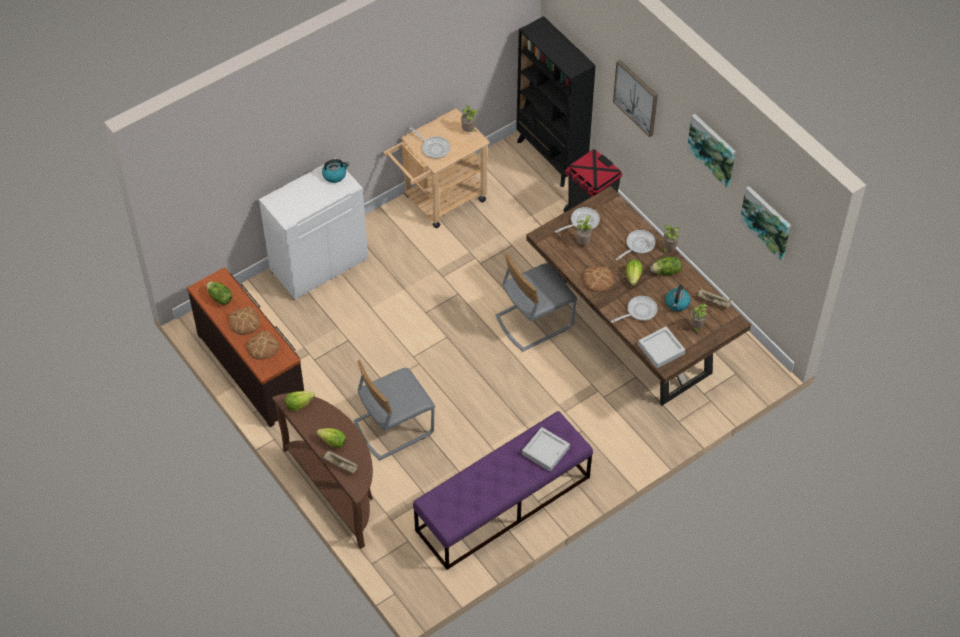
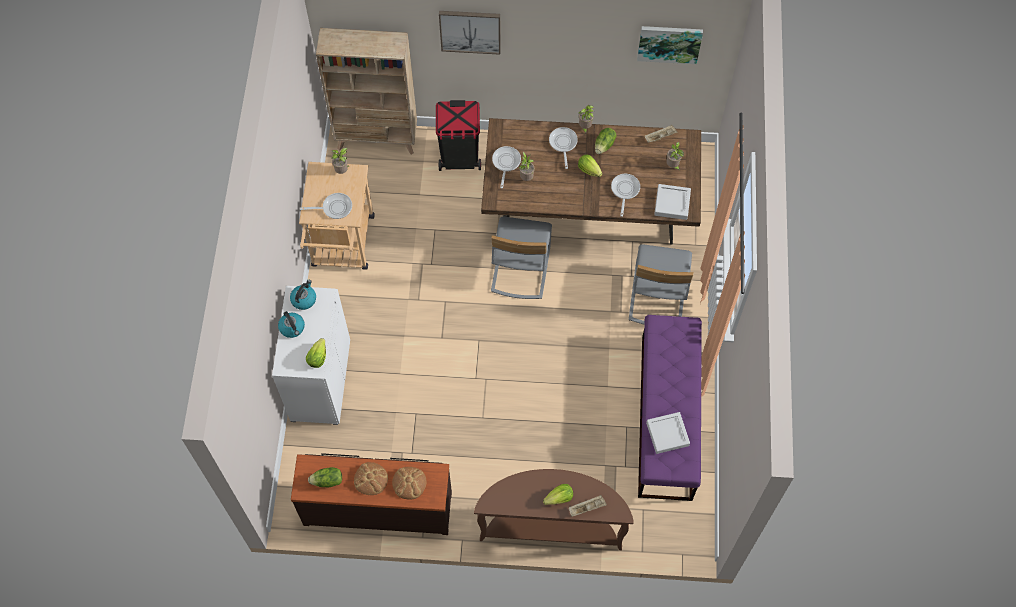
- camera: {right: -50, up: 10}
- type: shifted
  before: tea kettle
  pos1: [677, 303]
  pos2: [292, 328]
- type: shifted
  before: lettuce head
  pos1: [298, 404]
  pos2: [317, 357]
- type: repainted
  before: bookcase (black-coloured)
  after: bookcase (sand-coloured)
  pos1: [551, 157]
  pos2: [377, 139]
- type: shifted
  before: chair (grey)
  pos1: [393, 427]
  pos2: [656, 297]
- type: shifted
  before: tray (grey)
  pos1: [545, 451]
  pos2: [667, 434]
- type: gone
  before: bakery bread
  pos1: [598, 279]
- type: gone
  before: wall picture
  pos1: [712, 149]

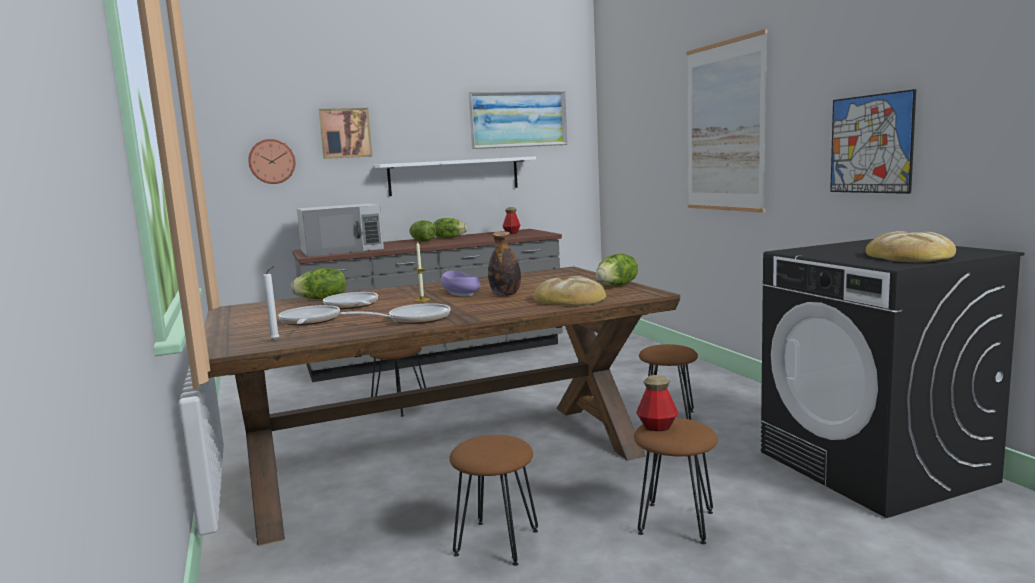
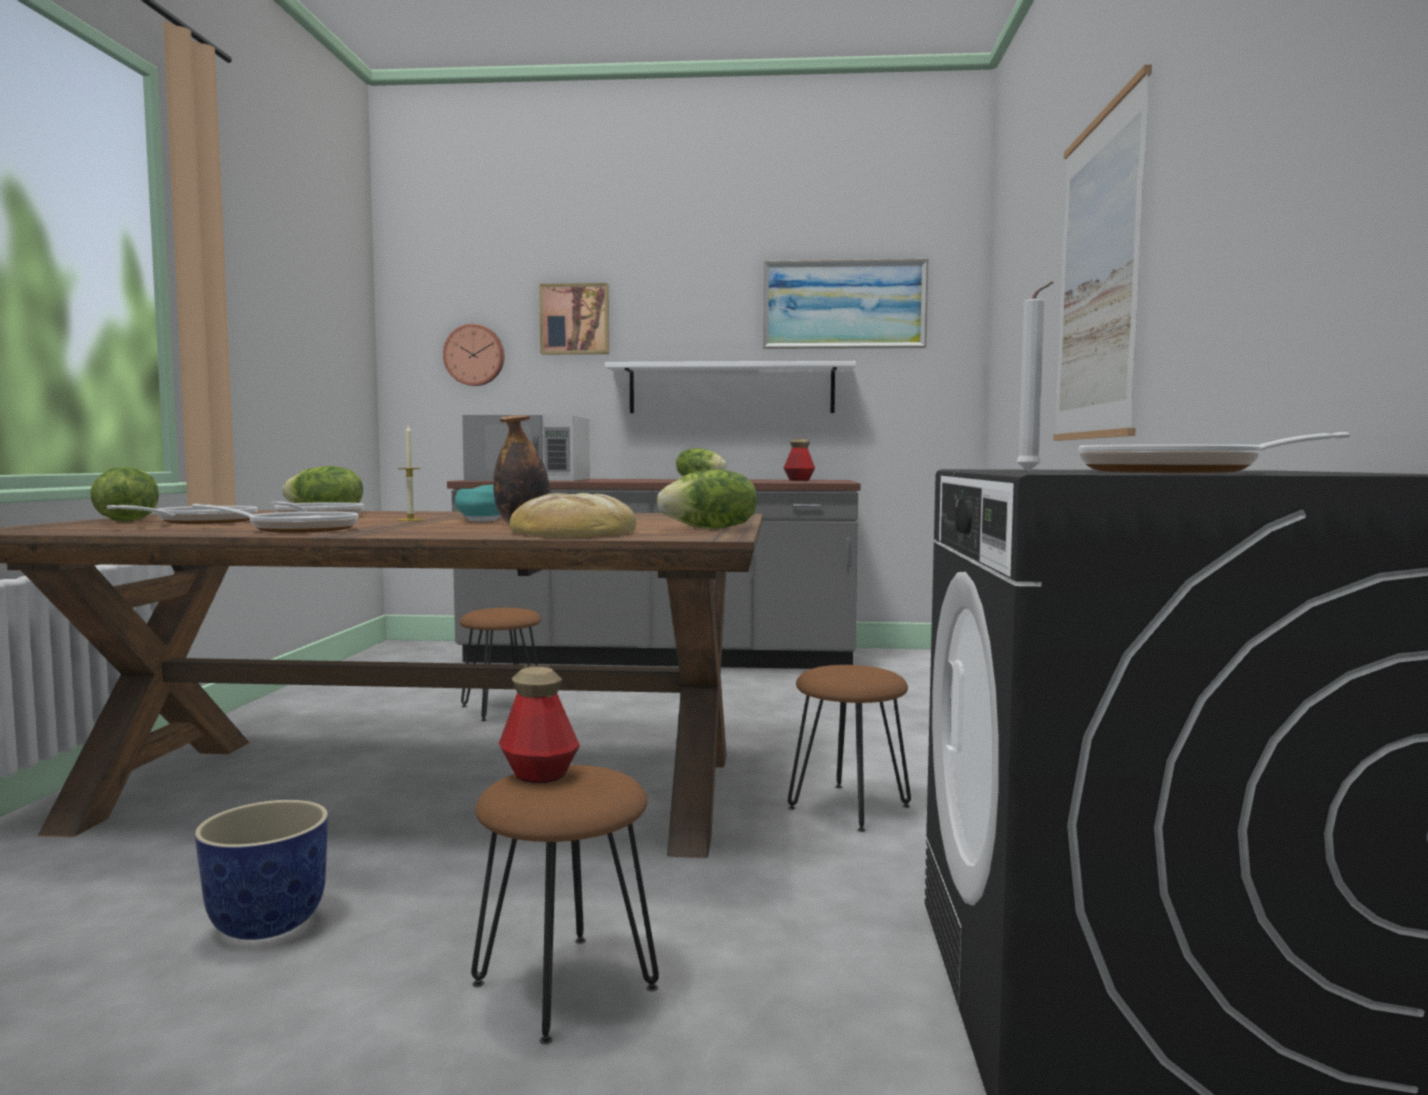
- camera: {right: 25, up: -5}
- type: shifted
  before: lettuce head
  pos1: [422, 241]
  pos2: [127, 521]
- type: swapped
  before: sitting stool (brown)
  after: flower pot
  pos1: [496, 543]
  pos2: [265, 925]
- type: repainted
  before: bowl (purple)
  after: bowl (blue-green)
  pos1: [460, 293]
  pos2: [482, 519]
- type: shifted
  before: candle (white)
  pos1: [276, 340]
  pos2: [1032, 472]
- type: swapped
  before: bakery bread
  after: pan
  pos1: [910, 256]
  pos2: [1182, 472]
- type: gone
  before: wall picture
  pos1: [871, 144]

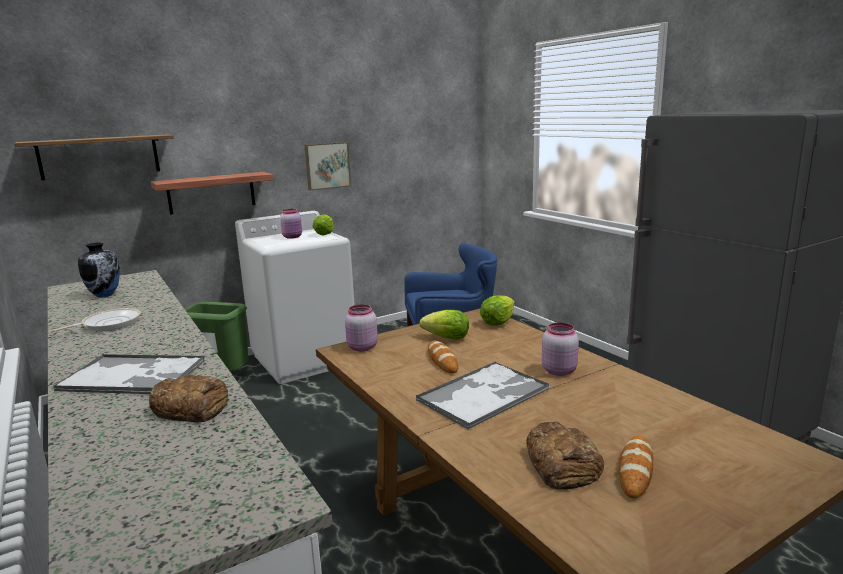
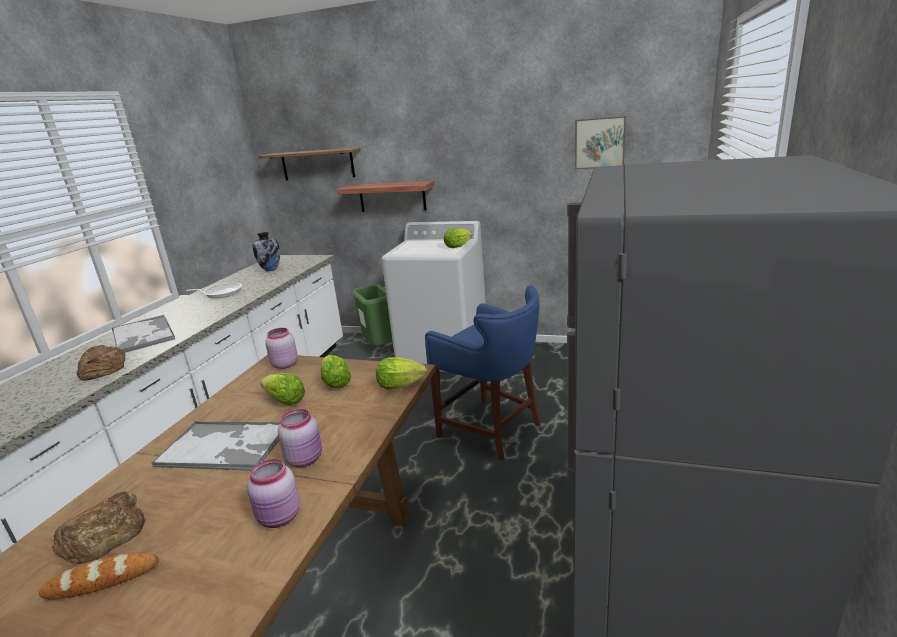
- camera: {right: 50, up: 5}
- type: shifted
  before: preserve jar (pink-coloured)
  pos1: [293, 237]
  pos2: [280, 517]
- type: swapped
  before: bakery bread
  after: lettuce head
  pos1: [442, 360]
  pos2: [285, 401]
- type: shifted
  before: wall picture
  pos1: [327, 165]
  pos2: [599, 143]

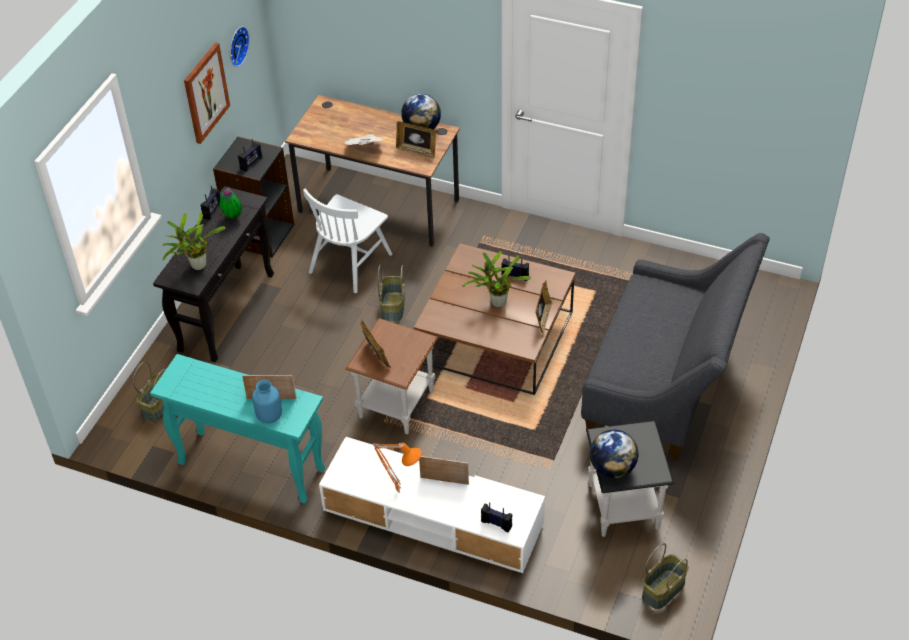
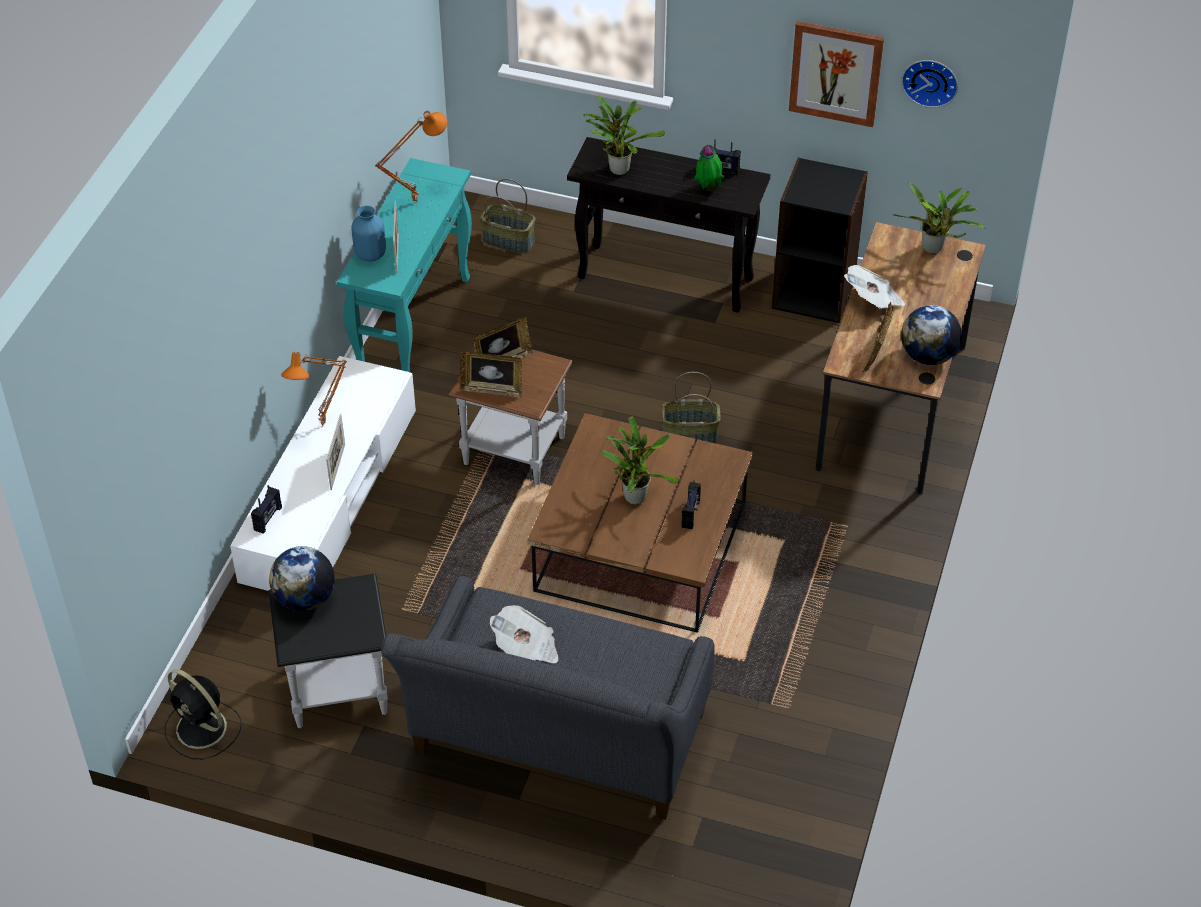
- camera: {right: 85, up: 0}
- type: swapped
  before: basket
  after: electric fan (black-coloured)
  pos1: [663, 589]
  pos2: [203, 729]
- type: new
  after: table lamp (orange-coloured)
  pos2: [415, 201]
- type: shifted
  before: photo frame
  pos1: [543, 319]
  pos2: [492, 390]
- type: new
  after: printed paper
  pos2: [526, 649]
- type: new
  after: potted plant
  pos2: [934, 250]
- type: gone
  before: radio receiver
  pos1: [251, 163]
- type: gone
  before: chair (white)
  pos1: [350, 263]

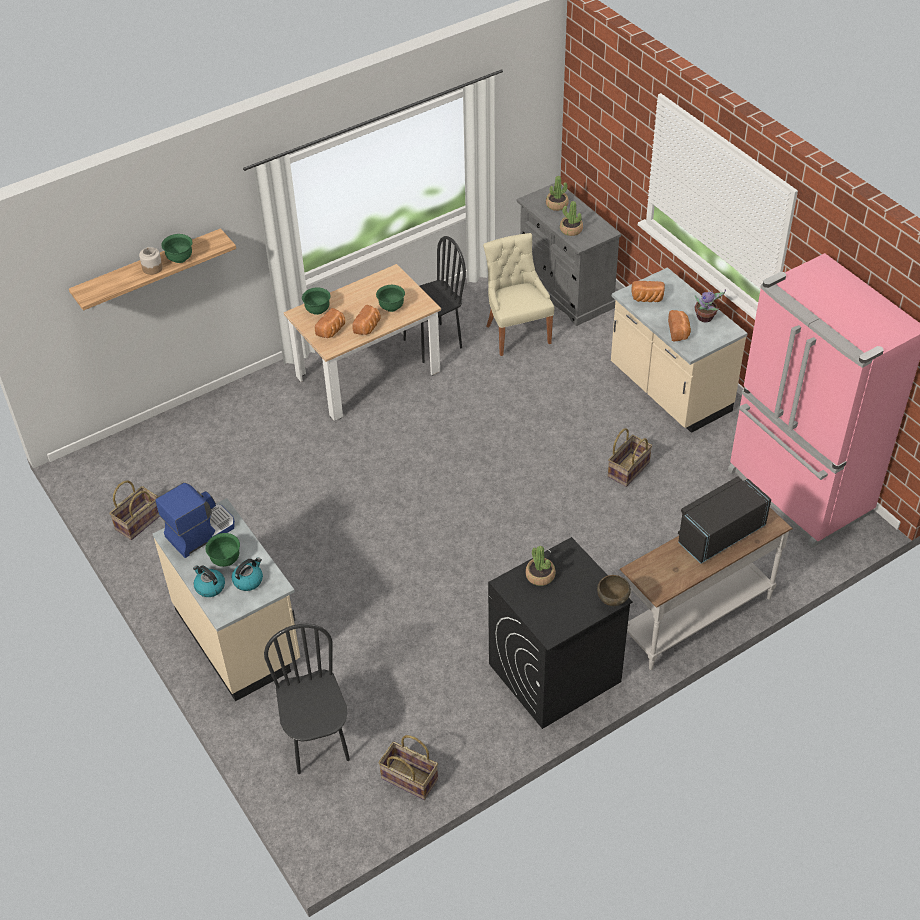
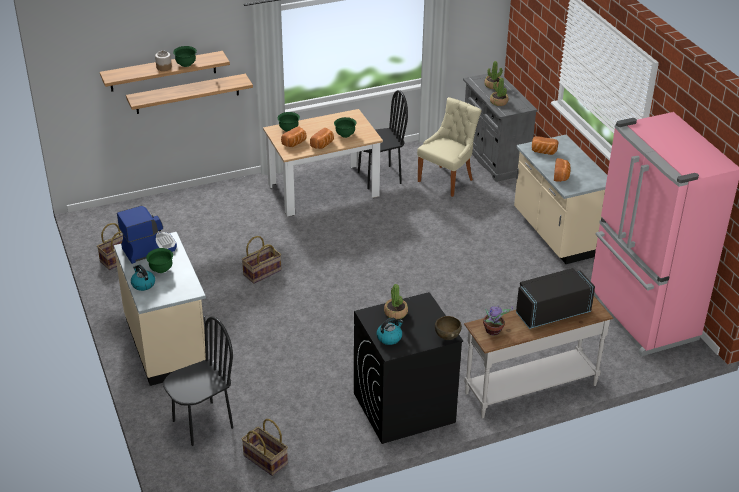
- camera: {right: 10, up: -10}
- type: new
  after: shelf
  pos2: [187, 94]
- type: rotated
  before: chair (black-coloured)
  pos1: [317, 743]
  pos2: [202, 424]
  turn: 60
- type: shifted
  before: basket
  pos1: [628, 469]
  pos2: [262, 272]
- type: shifted
  before: tea kettle
  pos1: [248, 580]
  pos2: [389, 337]
- type: rotated
  before: chair (sand-coloured)
  pos1: [516, 333]
  pos2: [447, 180]
  turn: 45
- type: shifted
  before: potted plant
  pos1: [705, 318]
  pos2: [493, 331]

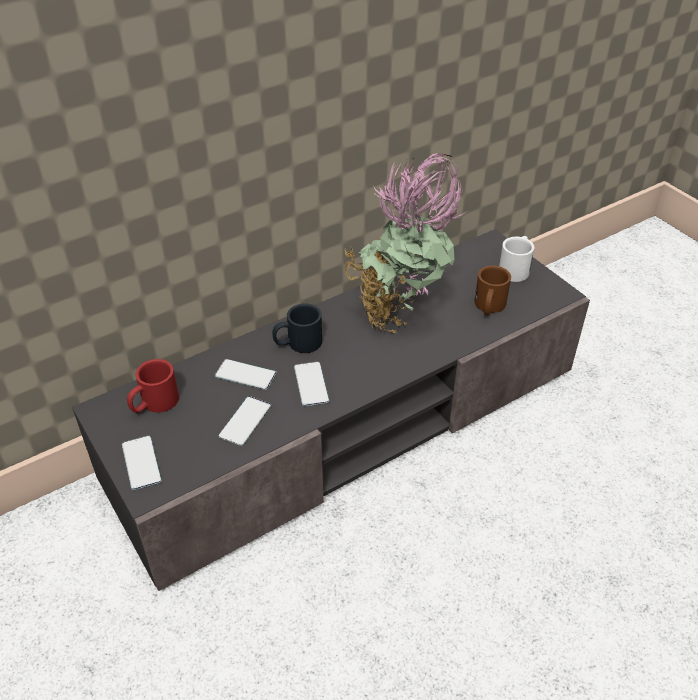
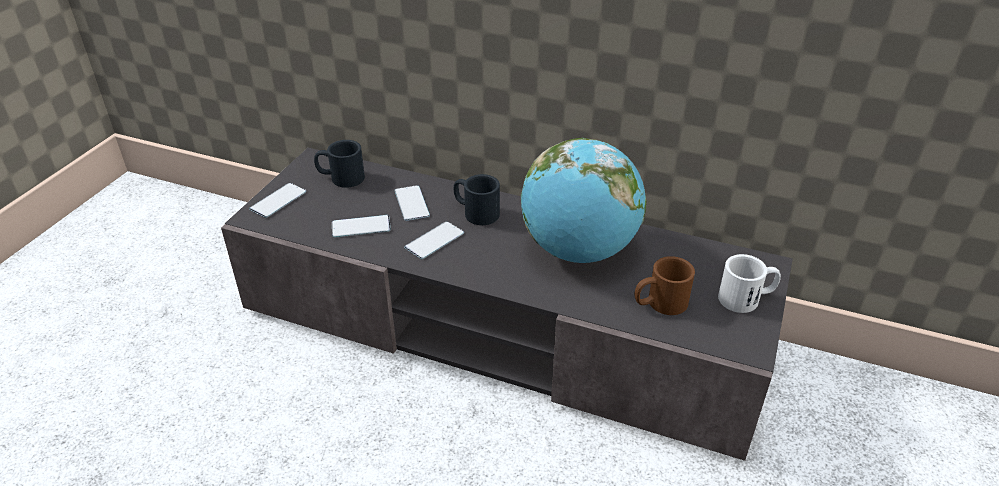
- camera: {right: 55, up: -5}
- type: repainted
  before: coffee mug (reddish)
  after: coffee mug (black-coloured)
  pos1: [154, 404]
  pos2: [340, 178]
- type: swapped
  before: potted plant
  after: globe
  pos1: [399, 314]
  pos2: [579, 250]

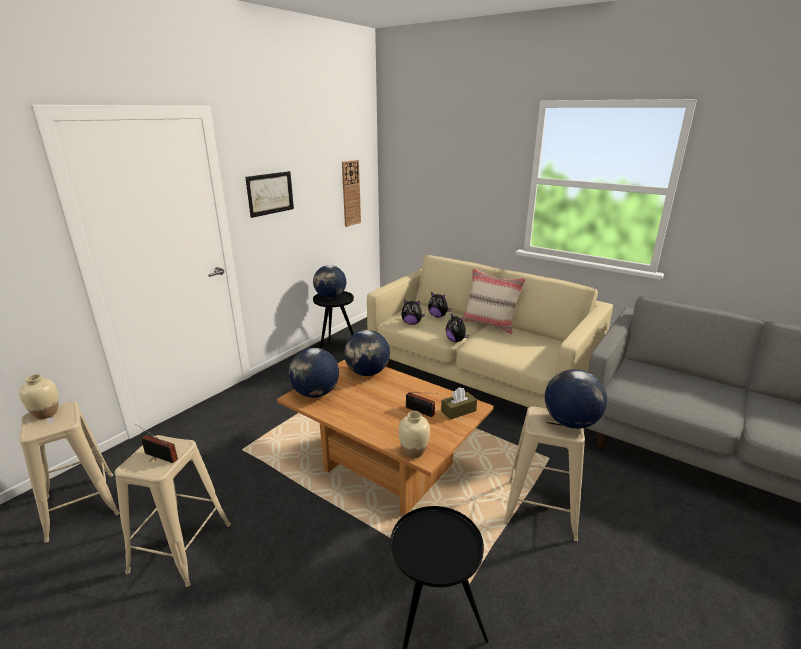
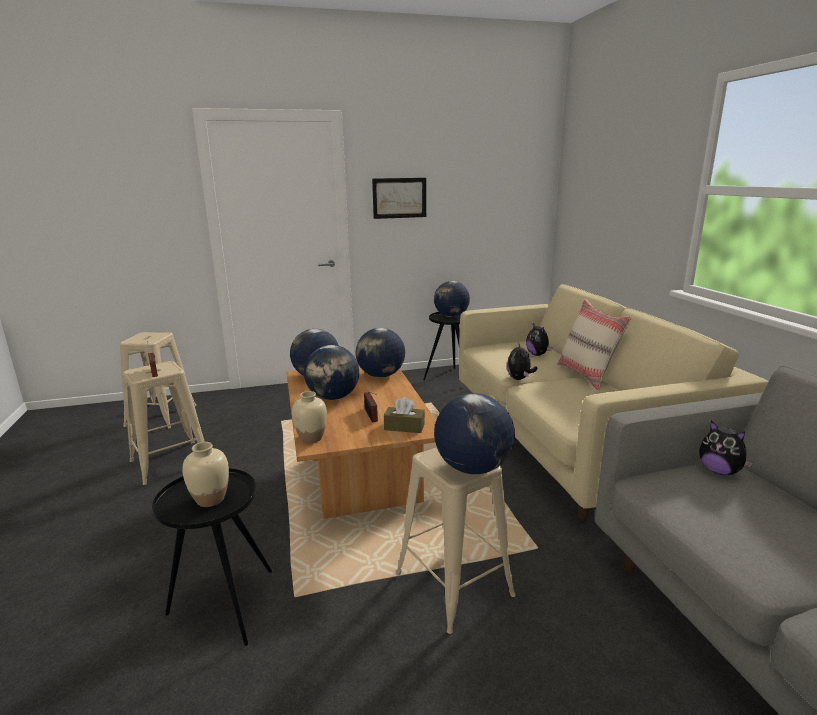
- camera: {right: 40, up: -5}
- type: shifted
  before: decorative vase (sand-coloured)
  pos1: [46, 414]
  pos2: [210, 499]
- type: new
  after: globe
  pos2: [333, 397]
- type: shifted
  before: cuddly toy
  pos1: [412, 323]
  pos2: [719, 471]
- type: gone
  before: hanging clock
  pos1: [351, 193]

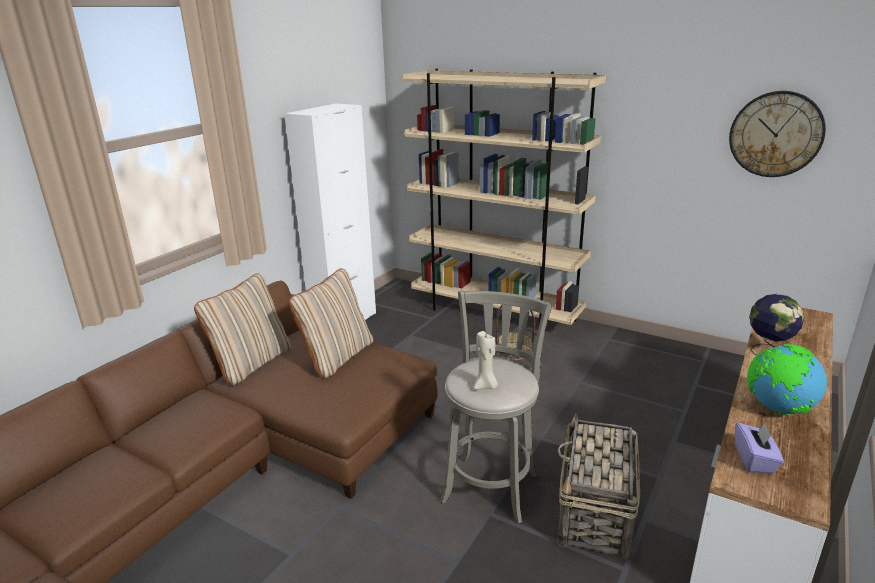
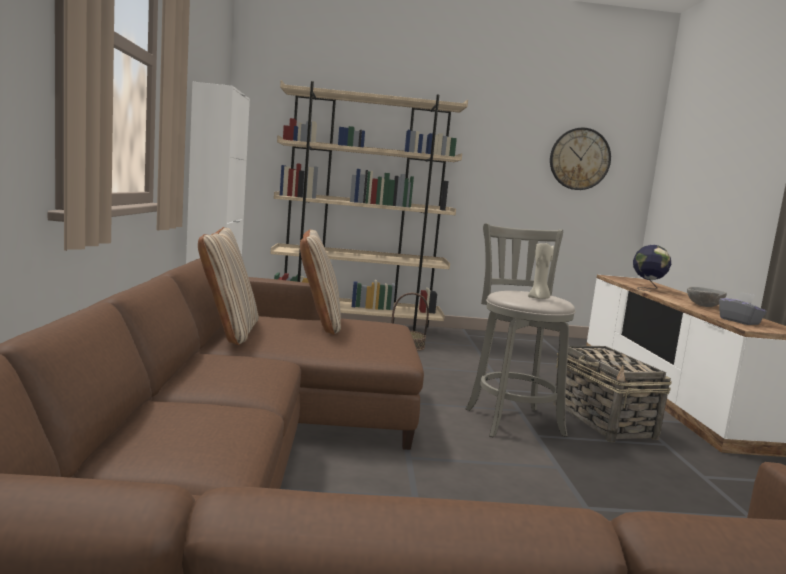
- camera: {right: -35, up: -15}
- type: swapped
  before: globe
  after: bowl (grey)
  pos1: [778, 409]
  pos2: [704, 306]
- type: repainted
  before: tissue box (purple)
  after: tissue box (grey)
  pos1: [754, 460]
  pos2: [739, 321]

